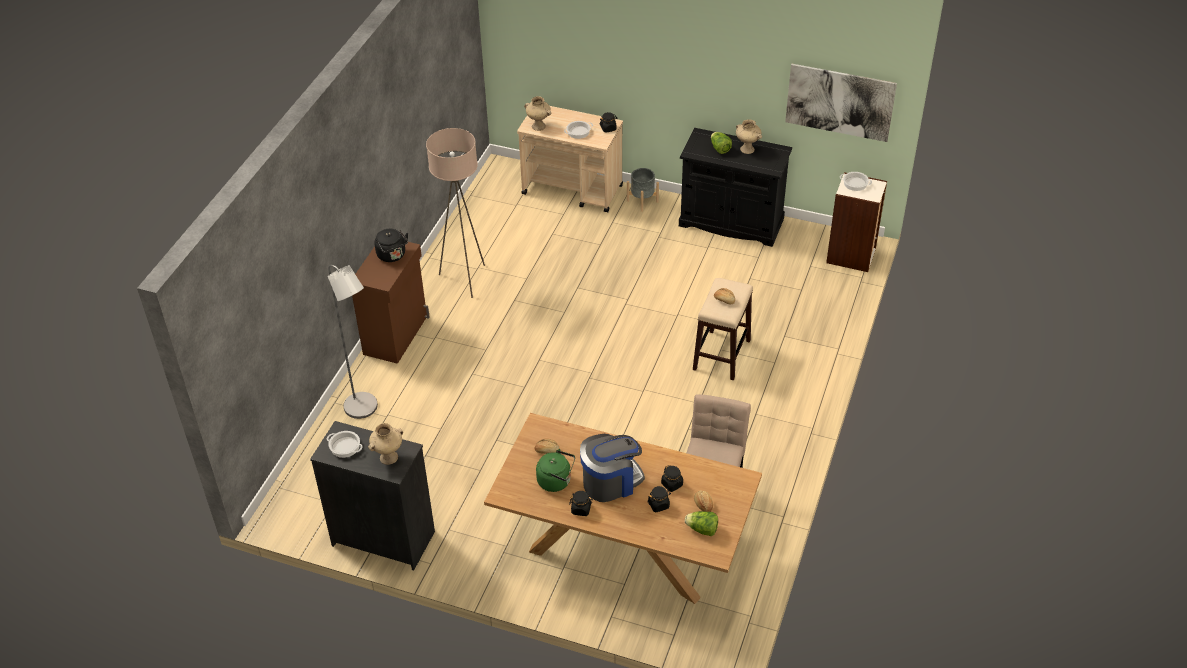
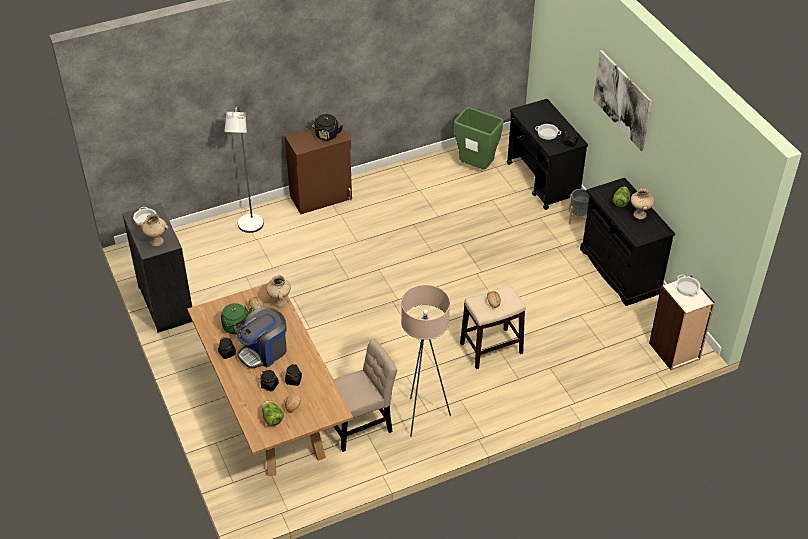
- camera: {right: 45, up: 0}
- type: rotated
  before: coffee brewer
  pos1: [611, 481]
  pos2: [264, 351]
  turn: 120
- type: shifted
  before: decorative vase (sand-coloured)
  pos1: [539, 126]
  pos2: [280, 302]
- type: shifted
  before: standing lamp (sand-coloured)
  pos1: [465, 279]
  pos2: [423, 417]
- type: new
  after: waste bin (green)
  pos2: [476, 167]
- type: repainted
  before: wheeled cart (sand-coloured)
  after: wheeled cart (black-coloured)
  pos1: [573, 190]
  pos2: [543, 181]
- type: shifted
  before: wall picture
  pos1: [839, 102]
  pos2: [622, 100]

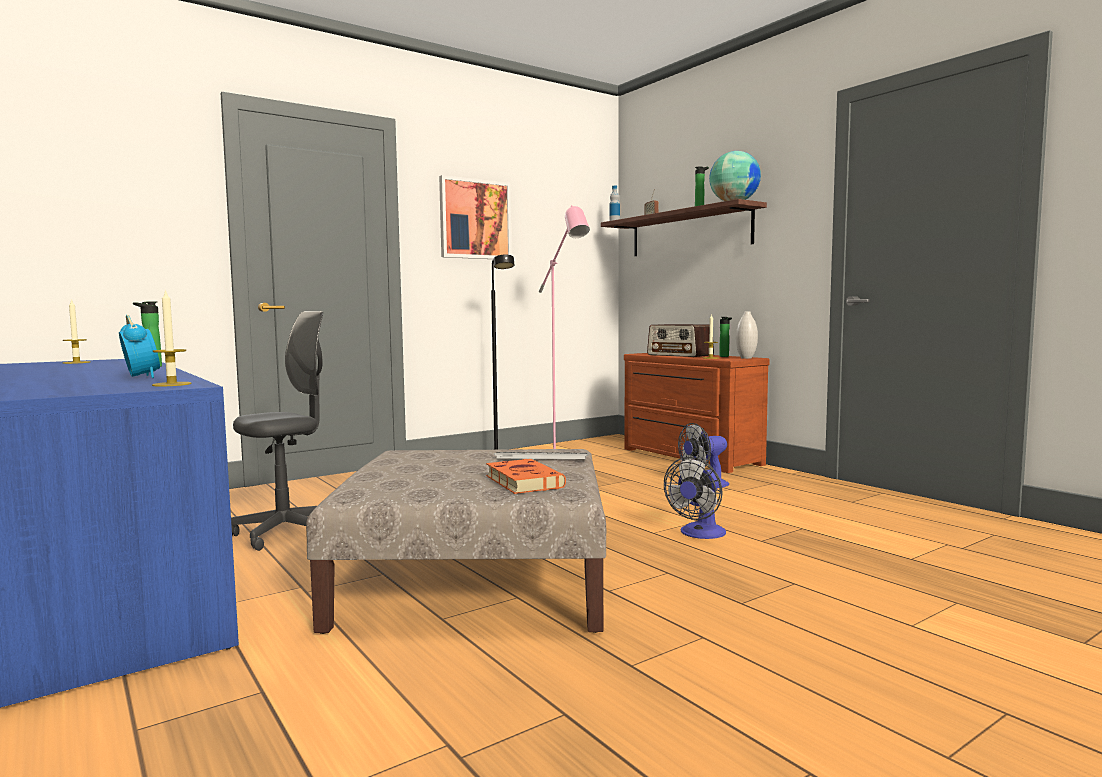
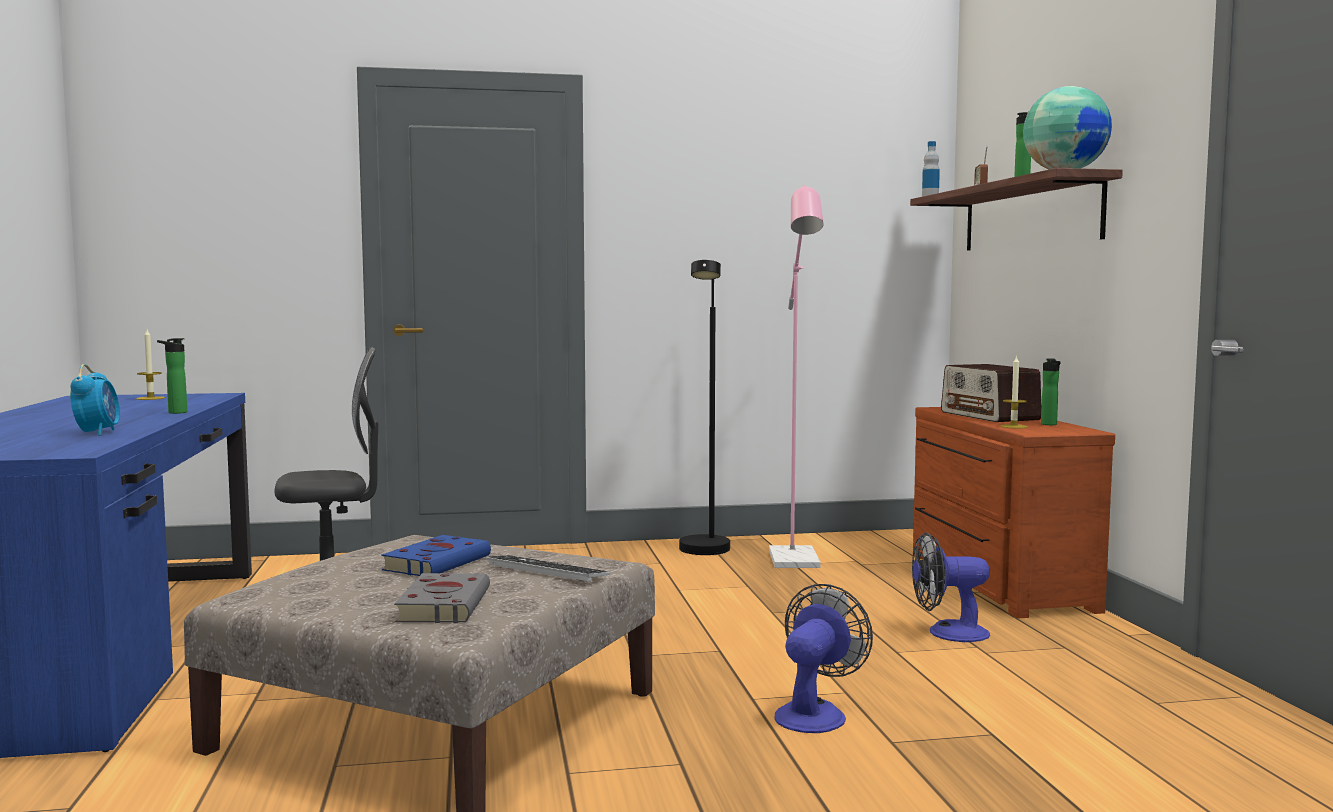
- camera: {right: 25, up: 0}
- type: new
  after: bound book (blue-coloured)
  pos2: [439, 562]
- type: repainted
  before: bound book (orange-coloured)
  after: bound book (grey)
  pos1: [522, 481]
  pos2: [444, 605]
- type: rotated
  before: electric fan
  pos1: [699, 534]
  pos2: [815, 713]
  turn: 150
- type: gone
  before: candle
  pos1: [172, 384]
- type: gone
  before: wall picture
  pos1: [475, 219]
- type: gone
  before: decorative vase (white)
  pos1: [746, 358]

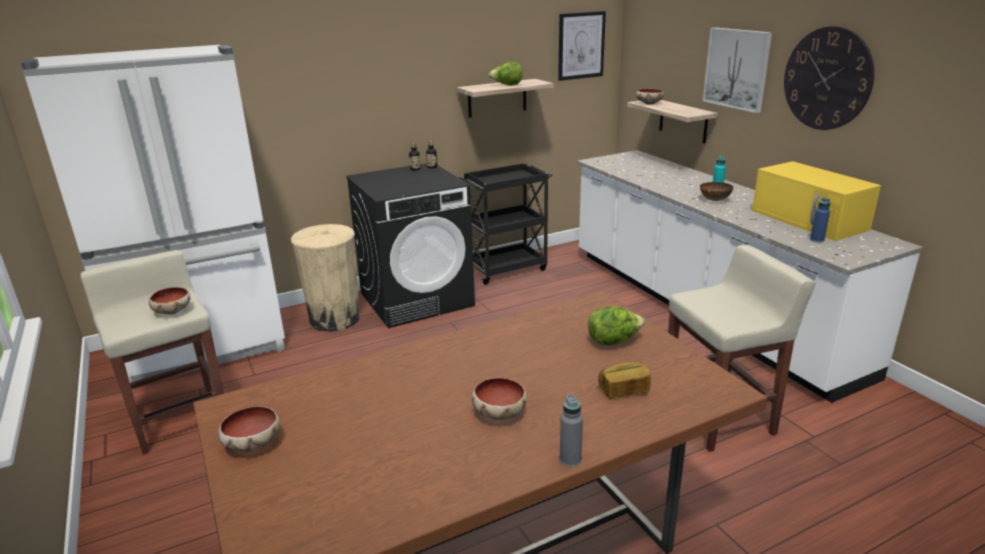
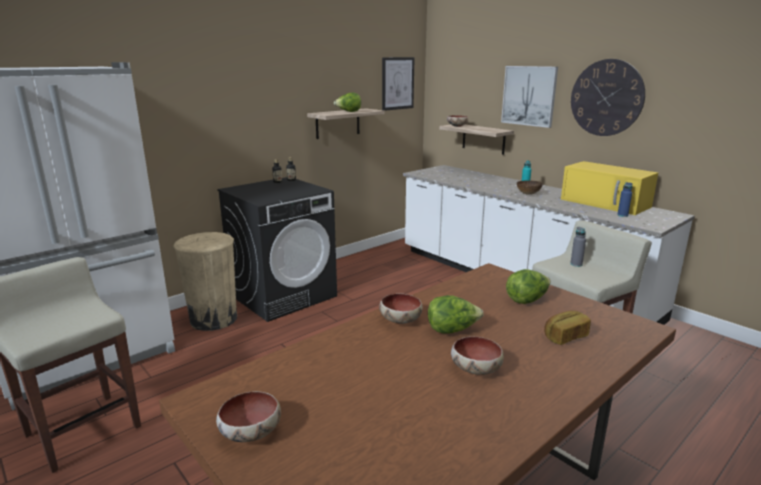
- camera: {right: -15, up: -5}
- type: shifted
  before: bowl
  pos1: [172, 311]
  pos2: [399, 320]
- type: new
  after: lettuce head
  pos2: [452, 330]
- type: shifted
  before: drink bottle (grey)
  pos1: [570, 459]
  pos2: [576, 264]
- type: gone
  before: wheeled cart (black-coloured)
  pos1: [507, 268]

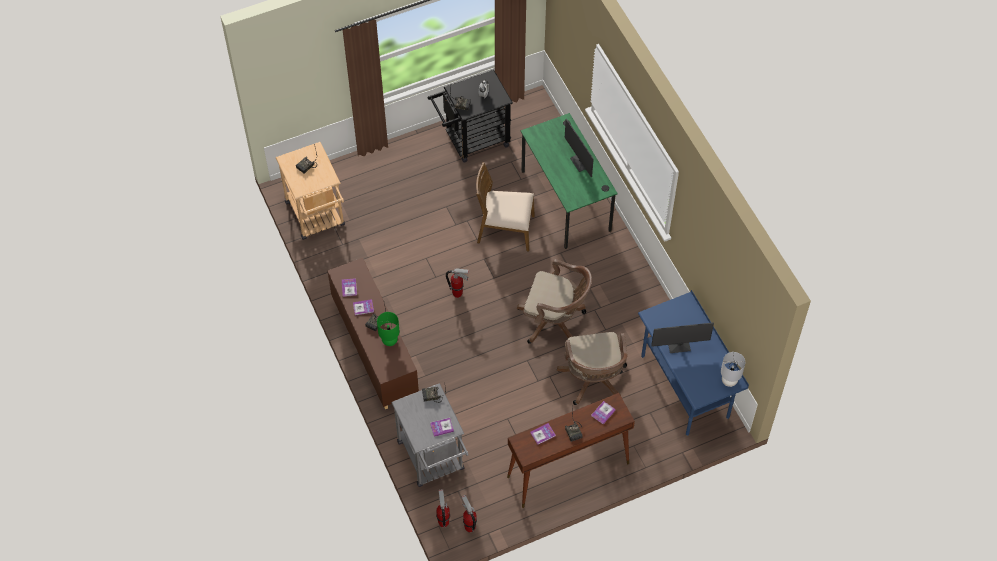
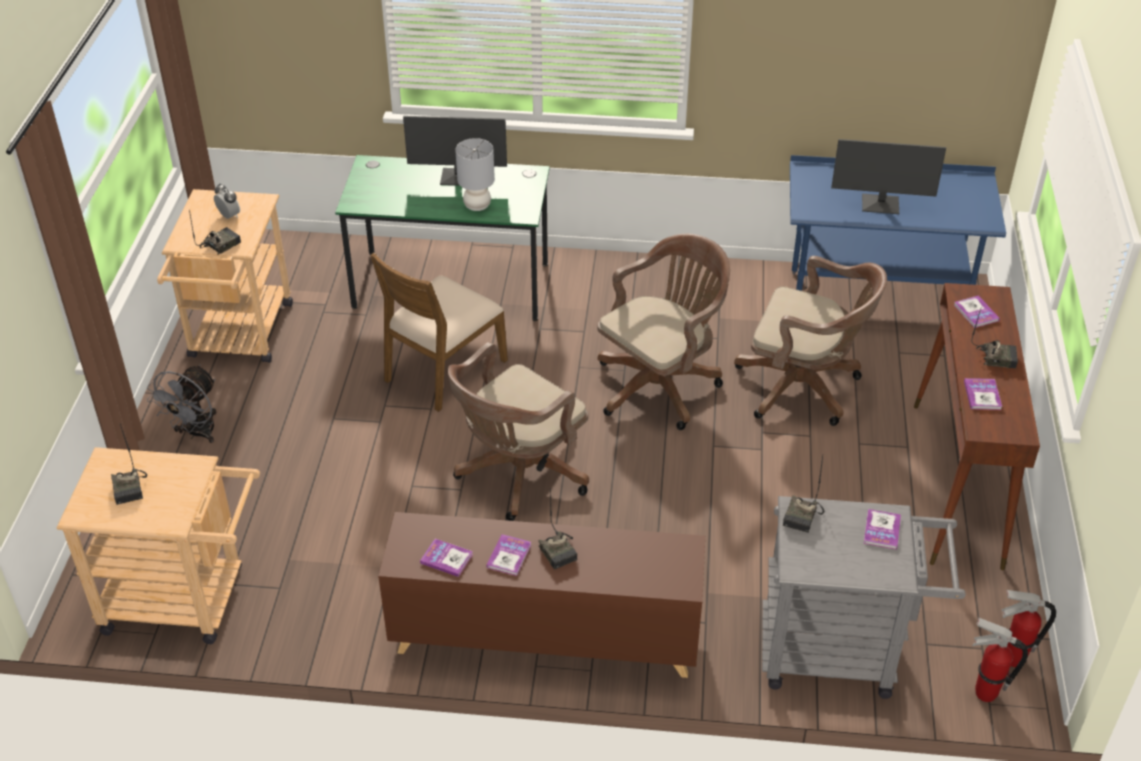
- camera: {right: -60, up: -15}
- type: new
  after: electric fan (grey)
  pos2: [196, 433]
- type: repainted
  before: wheeled cart (black-coloured)
  after: wheeled cart (sand-coloured)
  pos1: [472, 140]
  pos2: [239, 337]
- type: swapped
  before: fire extinguisher
  after: office chair (brown)
  pos1: [458, 294]
  pos2: [518, 475]
- type: shifted
  before: table lamp (grey)
  pos1: [729, 381]
  pos2: [477, 206]
- type: rotated
  before: monitor
  pos1: [679, 345]
  pos2: [880, 205]
  turn: 75
- type: gone
  before: table lamp (green)
  pos1: [389, 341]

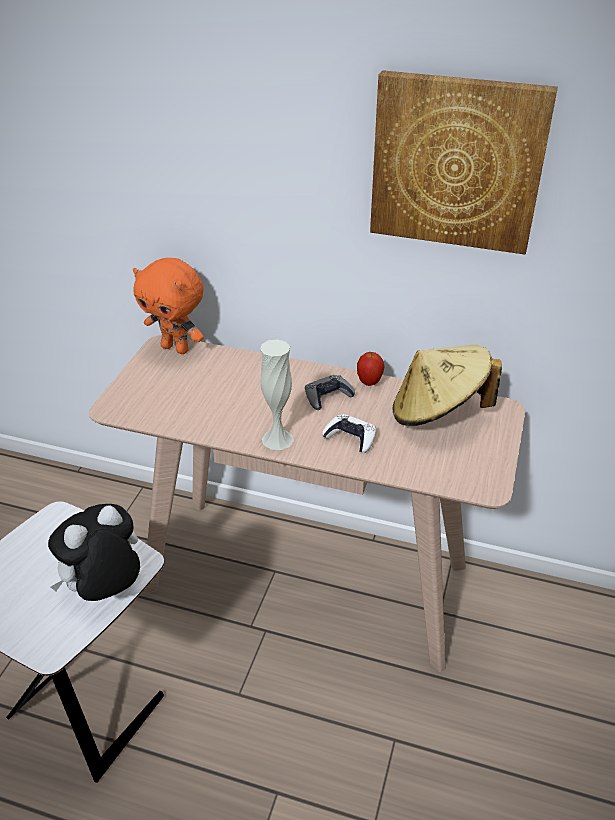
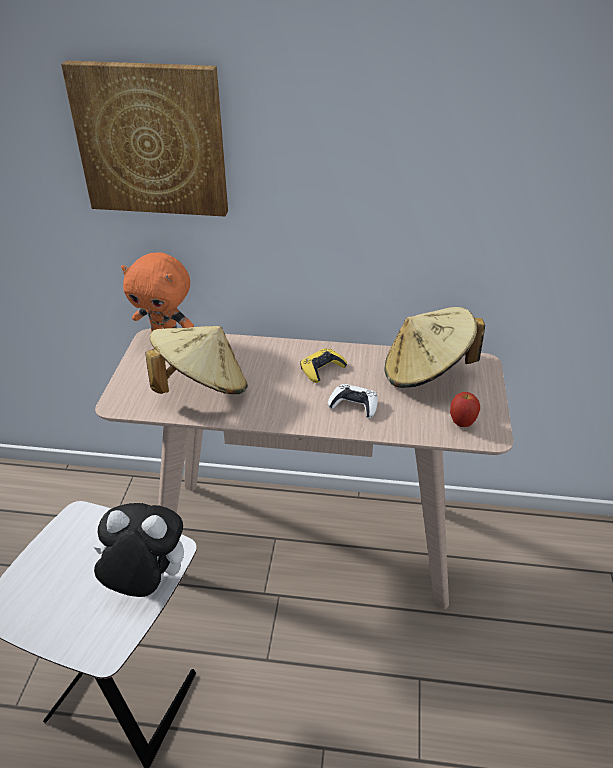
- camera: {right: -10, up: 0}
- type: shifted
  before: wall picture
  pos1: [457, 162]
  pos2: [151, 139]
- type: rotated
  before: cuddly toy
  pos1: [105, 590]
  pos2: [145, 583]
  turn: 60
- type: new
  after: wearable hat (sand-coloured)
  pos2: [201, 388]
- type: repainted
  before: joypad (grey)
  after: joypad (yellow)
  pos1: [328, 396]
  pos2: [322, 369]
- type: shifted
  before: whole apple
  pos1: [369, 382]
  pos2: [462, 423]
- type: gone
  before: decorative vase (white)
  pos1: [277, 439]

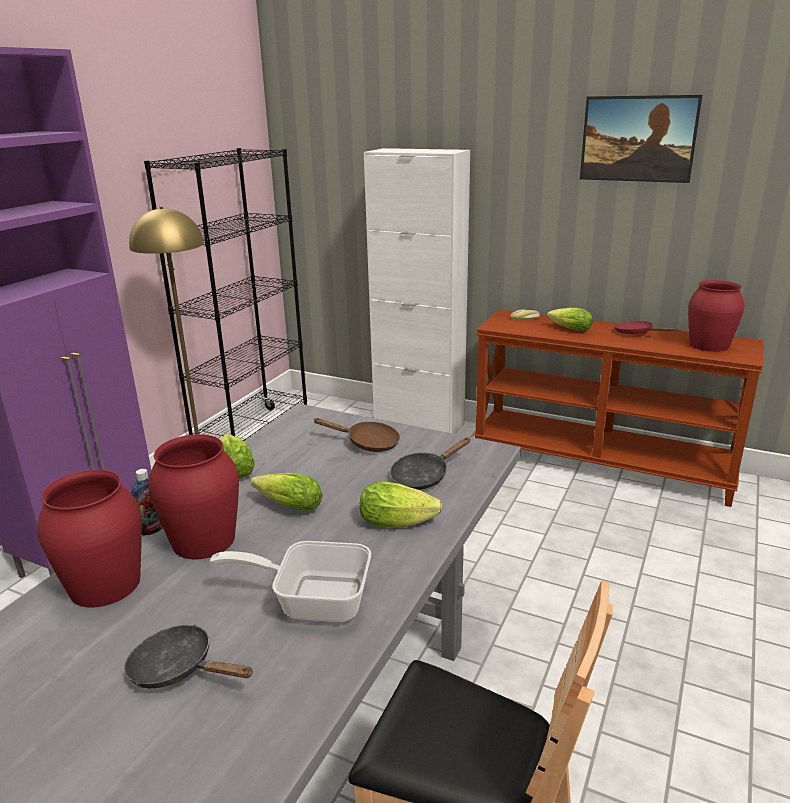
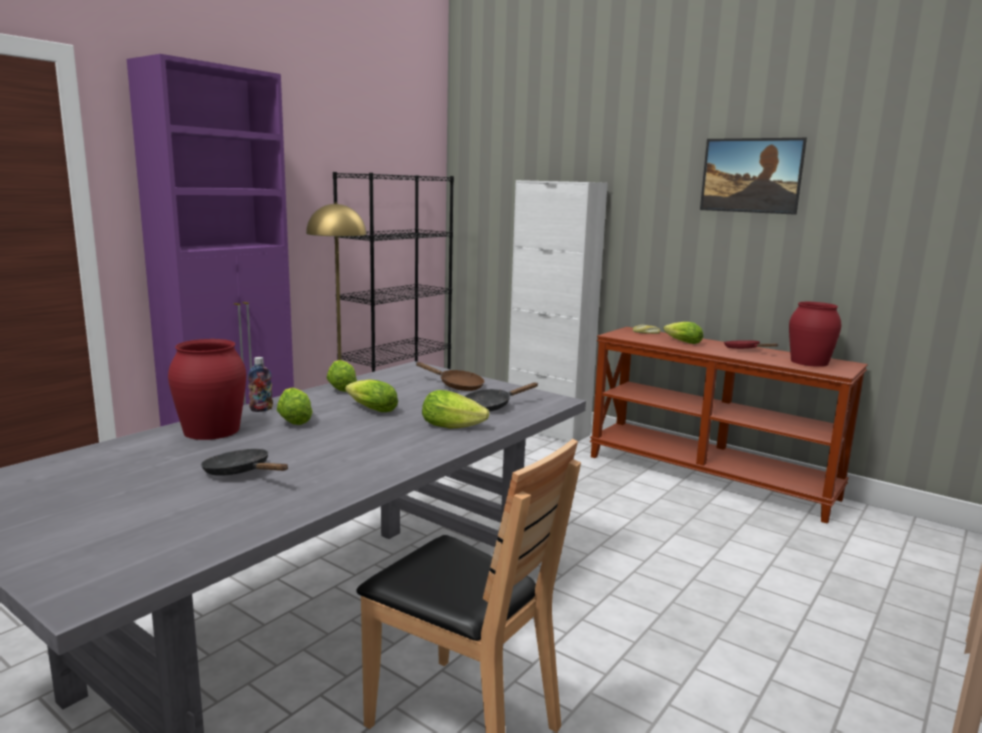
- camera: {right: 10, up: -10}
- type: swapped
  before: decorative vase (reddish)
  after: lettuce head
  pos1: [203, 541]
  pos2: [295, 419]
- type: gone
  before: pan
  pos1: [312, 599]

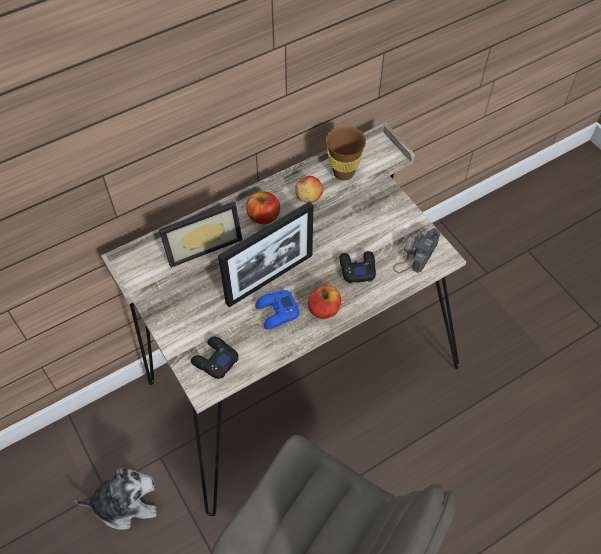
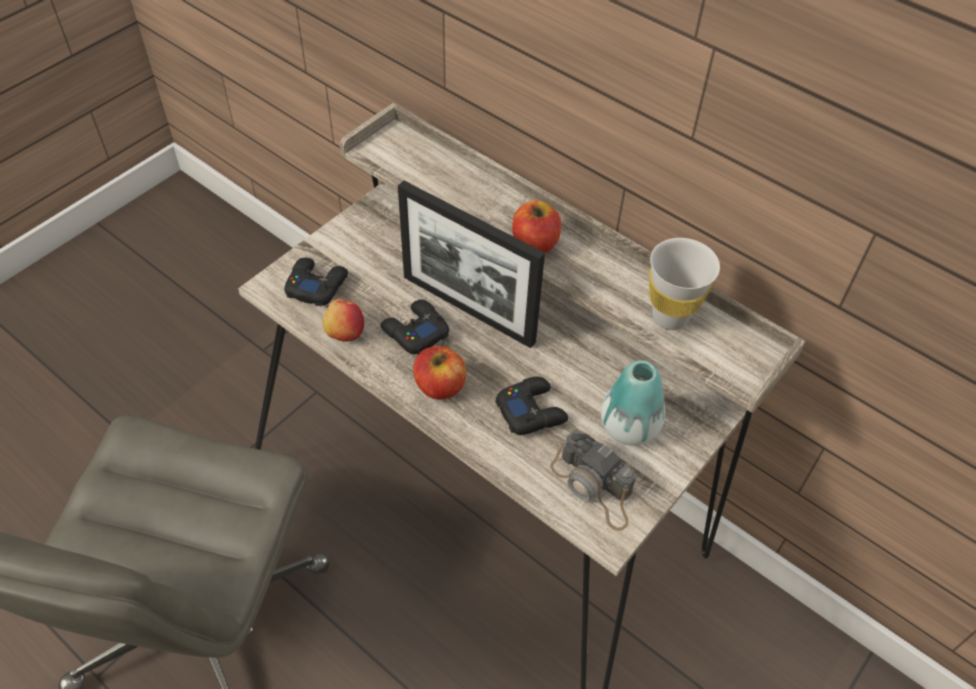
- camera: {right: 70, up: -5}
- type: shifted
  before: whole apple
  pos1: [309, 197]
  pos2: [344, 332]
- type: repainted
  before: joypad (blue-coloured)
  after: joypad (black-coloured)
  pos1: [277, 312]
  pos2: [414, 332]
- type: rotated
  before: photo camera
  pos1: [415, 255]
  pos2: [594, 487]
  turn: -150
- type: new
  after: decorative vase
  pos2: [629, 427]
- type: repainted
  before: small cup (brown)
  after: small cup (white)
  pos1: [343, 173]
  pos2: [670, 317]
- type: gone
  before: cuddly toy
  pos1: [126, 503]
- type: gone
  before: photo frame
  pos1: [201, 243]

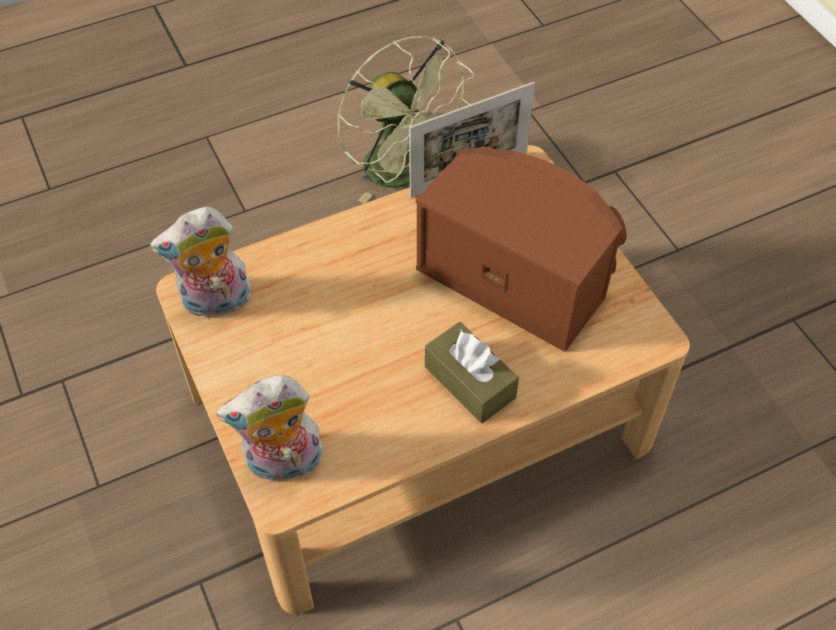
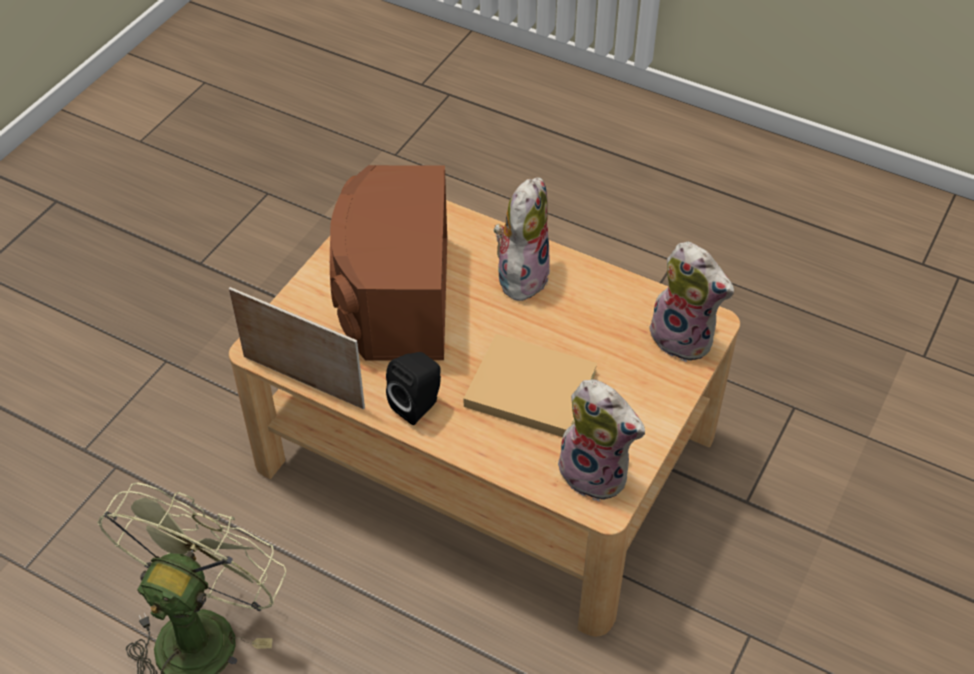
- camera: {right: -125, up: -5}
- type: new
  after: loudspeaker (black-coloured)
  pos2: [418, 405]
- type: new
  after: bound book (sand-coloured)
  pos2: [527, 387]
- type: swapped
  before: tissue box (brown)
  after: cuddly toy
  pos1: [469, 382]
  pos2: [521, 275]

